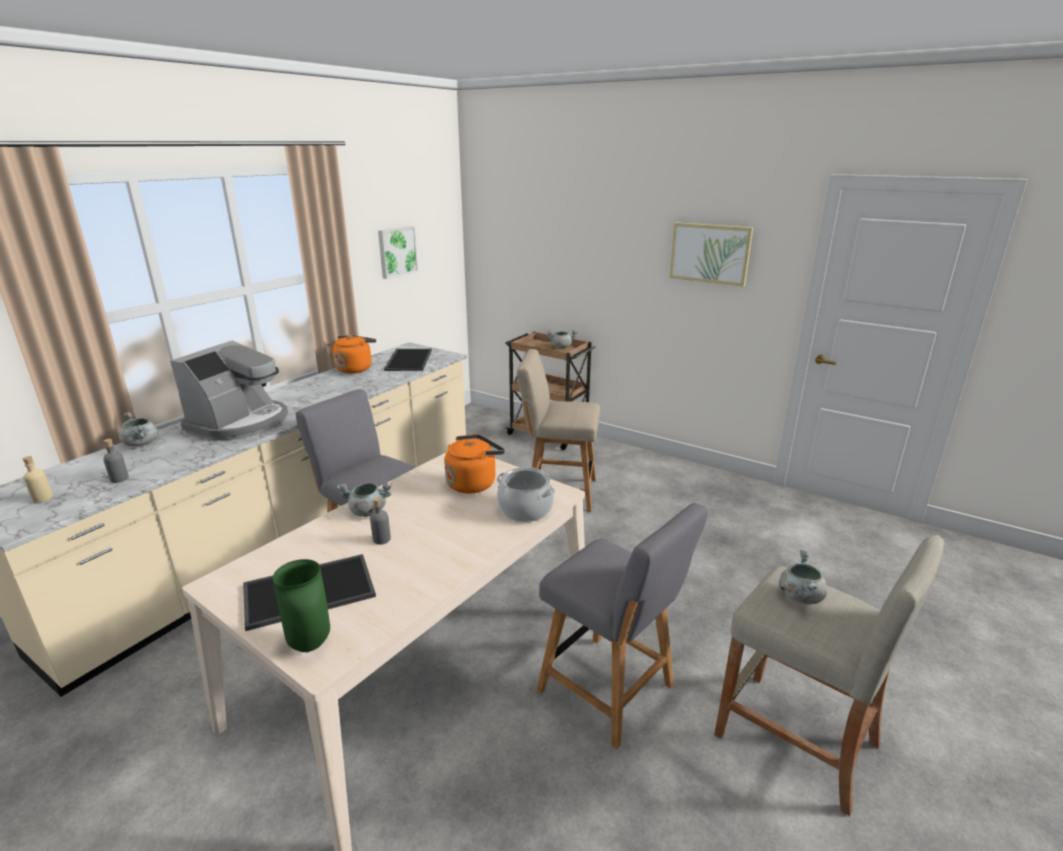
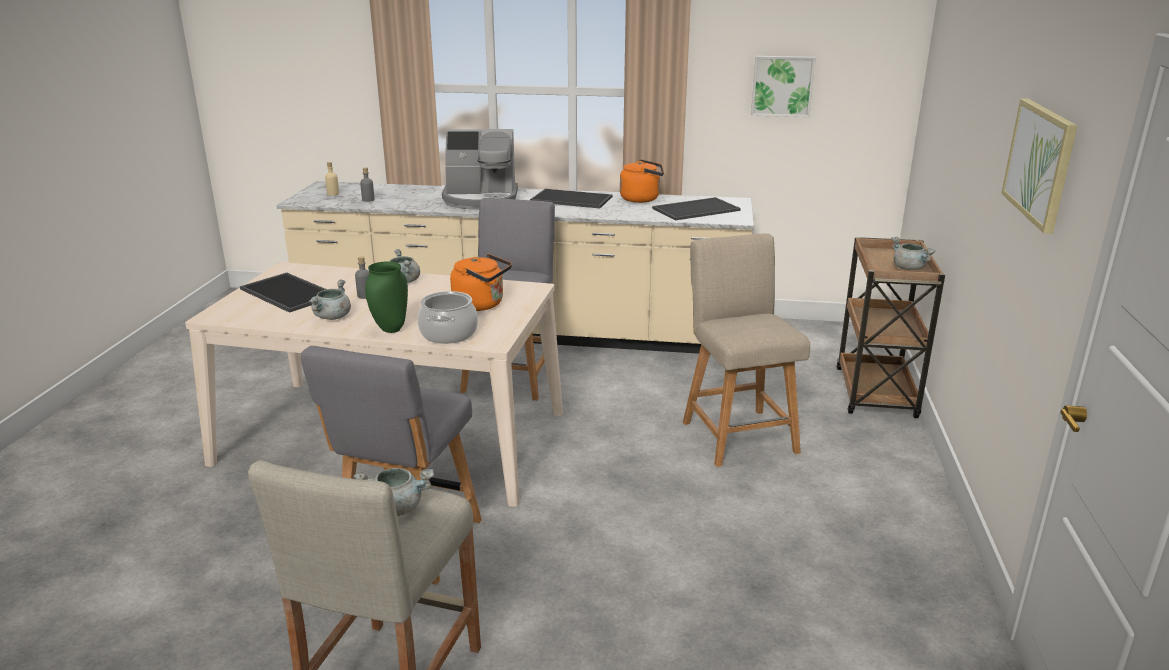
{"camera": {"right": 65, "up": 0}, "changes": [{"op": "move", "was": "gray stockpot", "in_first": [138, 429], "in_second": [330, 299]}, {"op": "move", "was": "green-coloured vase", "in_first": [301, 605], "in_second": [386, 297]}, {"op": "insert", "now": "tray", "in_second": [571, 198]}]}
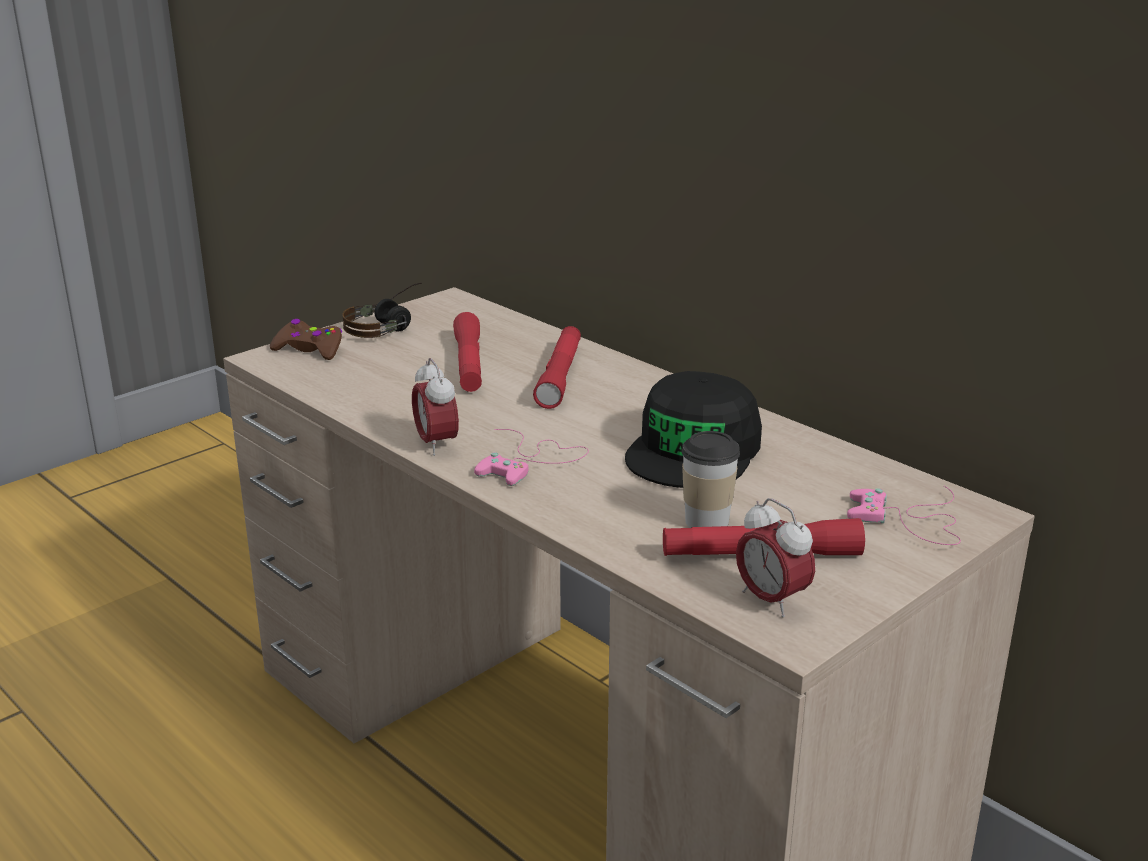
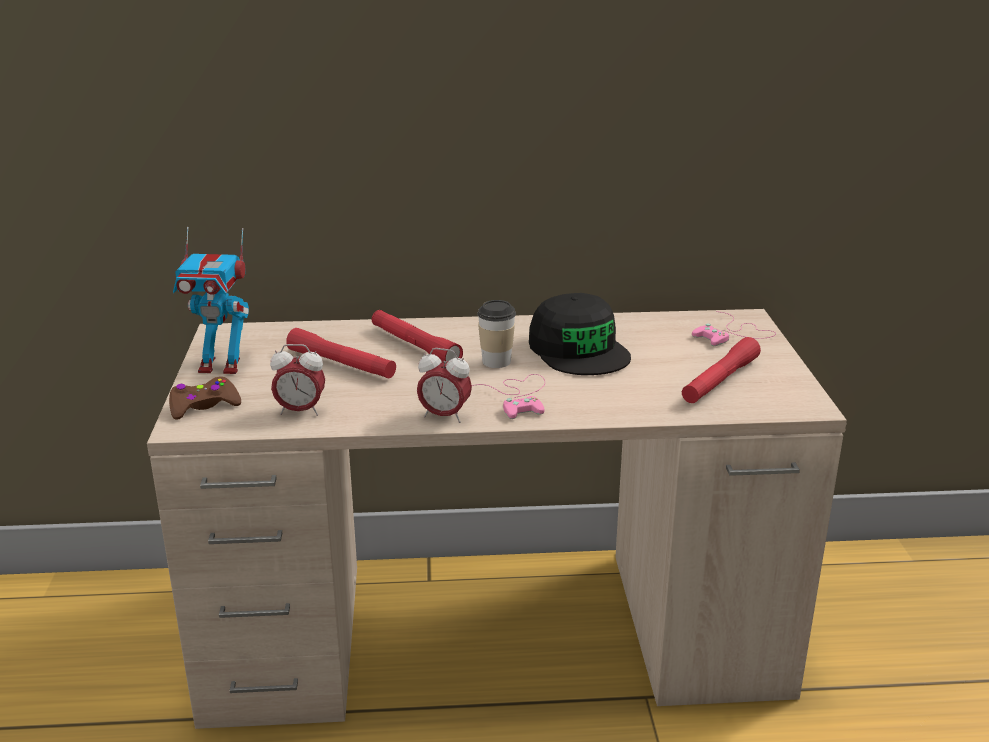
{"camera": {"right": -50, "up": 0}, "changes": [{"op": "replace", "was": "headphones", "now": "robot figure", "in_first": [381, 310], "in_second": [211, 300]}, {"op": "move", "was": "drinking cup", "in_first": [711, 479], "in_second": [496, 334]}, {"op": "move", "was": "alarm clock", "in_first": [775, 558], "in_second": [297, 380]}]}
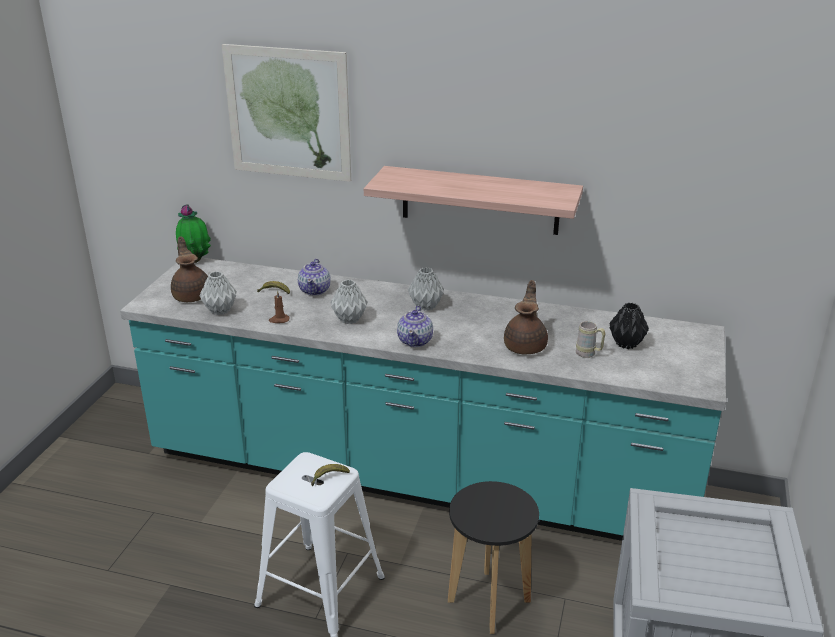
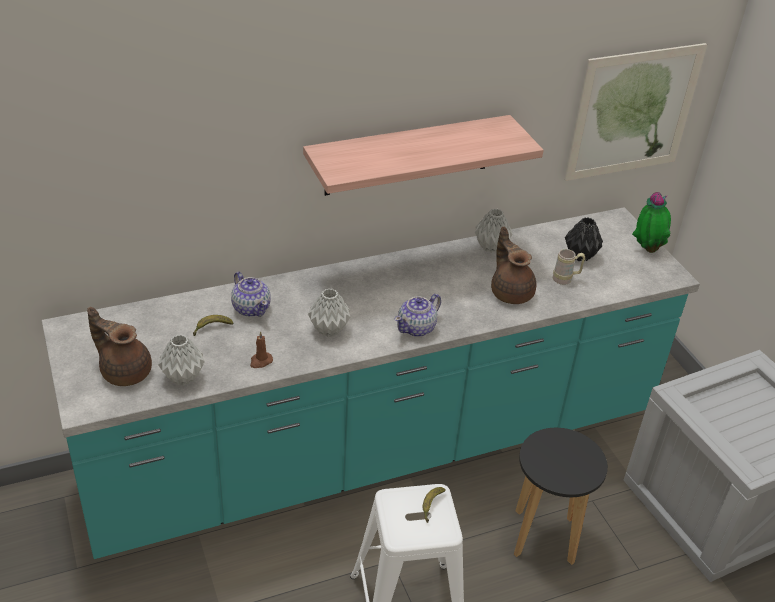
{"camera": {"right": -40, "up": 10}, "changes": [{"op": "move", "was": "houseplant", "in_first": [193, 233], "in_second": [651, 222]}, {"op": "move", "was": "wall picture", "in_first": [286, 113], "in_second": [635, 112]}, {"op": "rotate", "was": "teapot", "in_first": [415, 326], "in_second": [418, 315], "clockwise": 75}, {"op": "move", "was": "gray vase", "in_first": [426, 289], "in_second": [494, 231]}]}
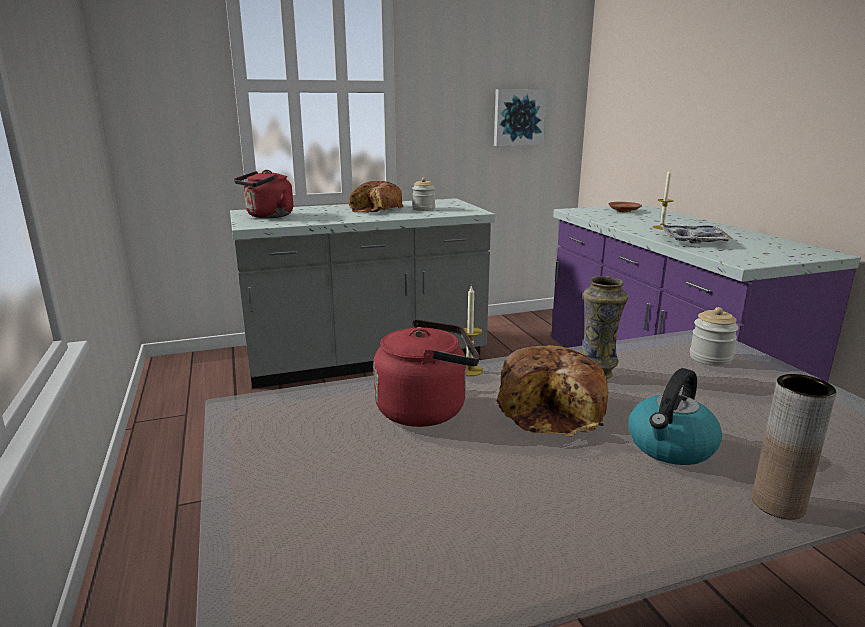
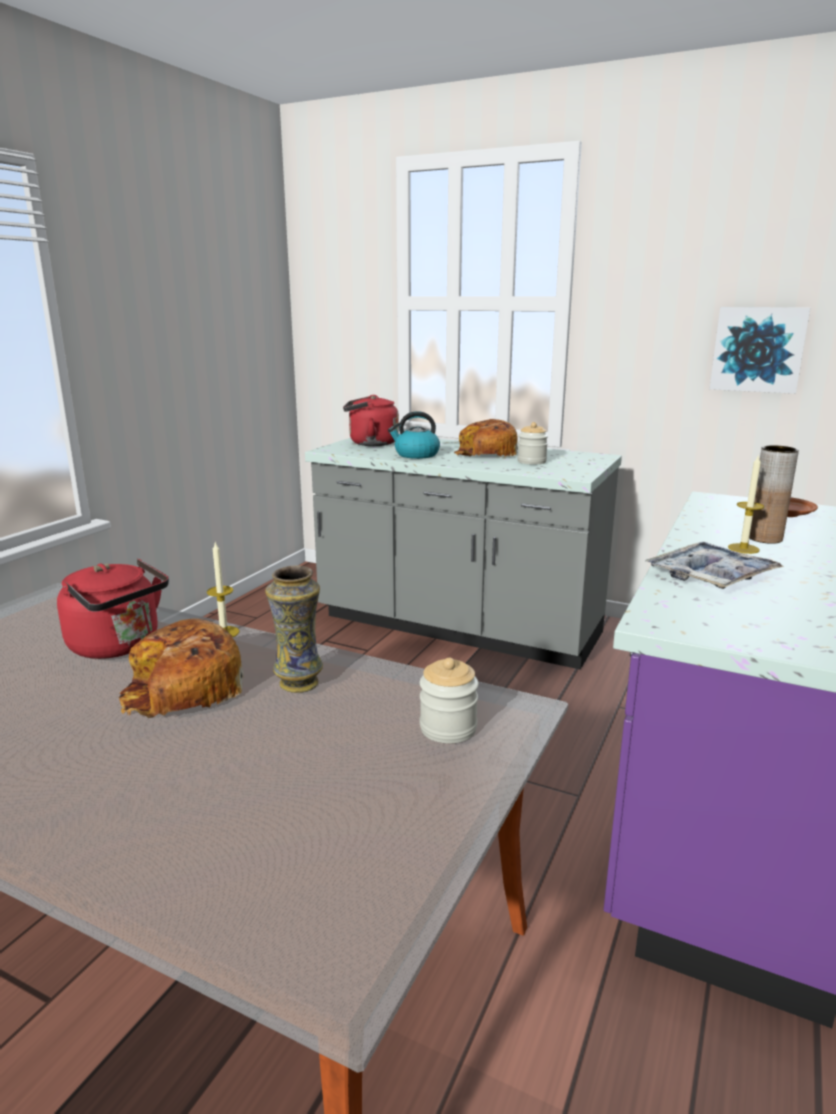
{"camera": {"right": 45, "up": 0}, "changes": [{"op": "move", "was": "tea kettle", "in_first": [675, 416], "in_second": [414, 435]}, {"op": "move", "was": "brown-coloured vase", "in_first": [794, 447], "in_second": [774, 494]}]}
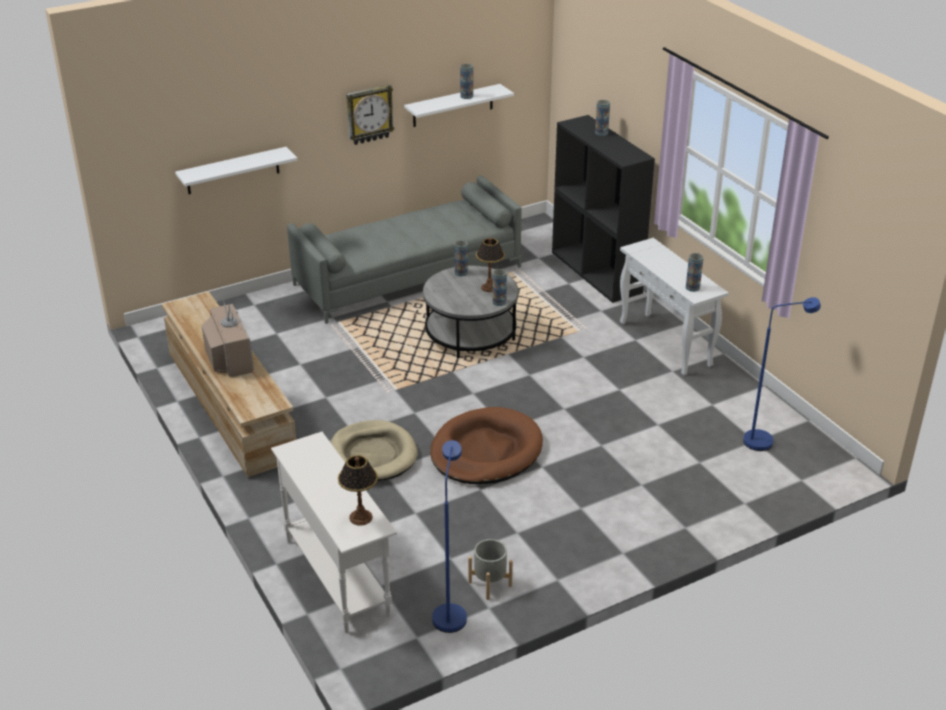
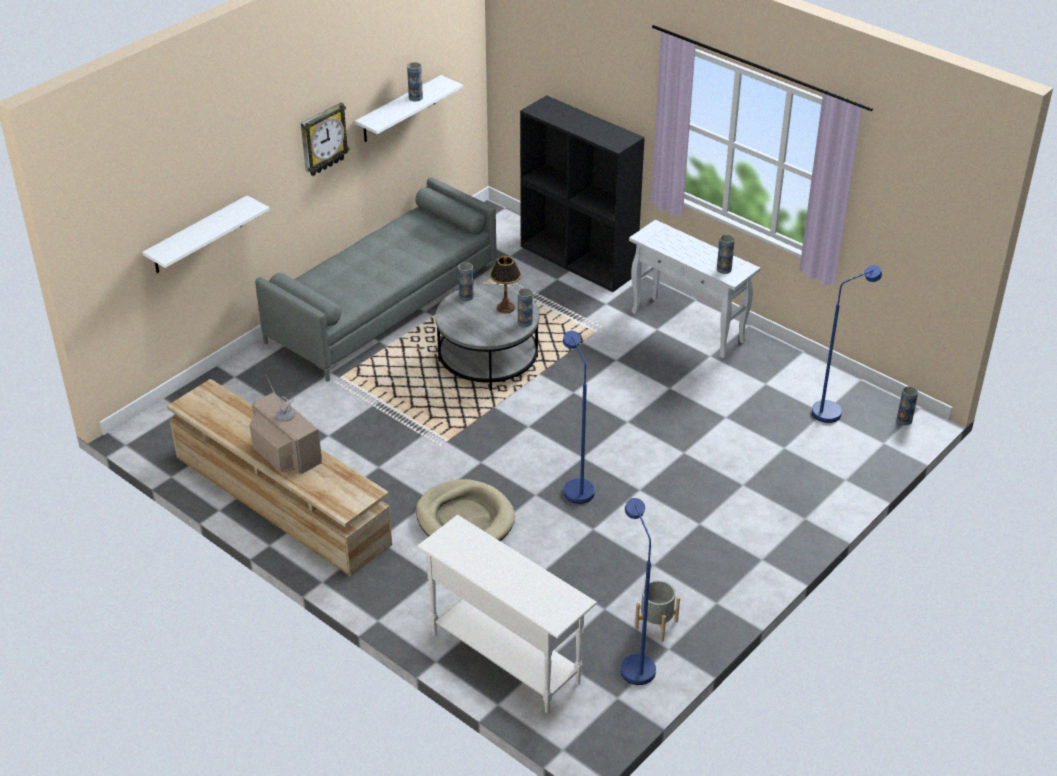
{"camera": {"right": -20, "up": 5}, "changes": [{"op": "delete", "was": "table lamp", "in_first": [358, 490]}, {"op": "replace", "was": "brown-coloured pet bed", "now": "blue-coloured standard lamp", "in_first": [486, 445], "in_second": [579, 417]}, {"op": "move", "was": "vase", "in_first": [602, 118], "in_second": [907, 405]}]}
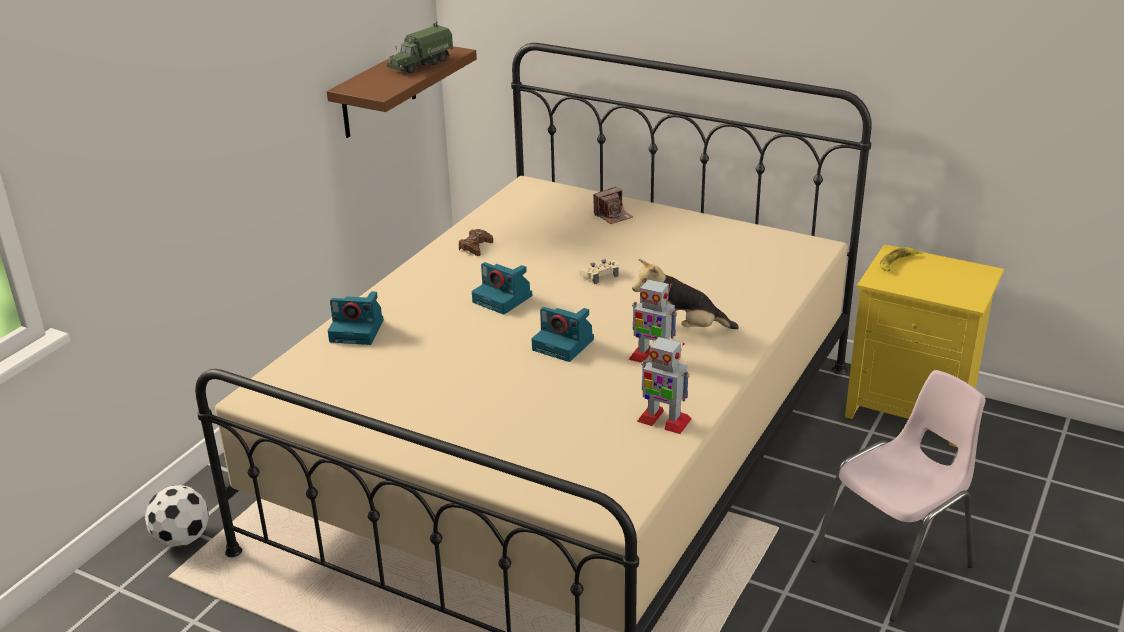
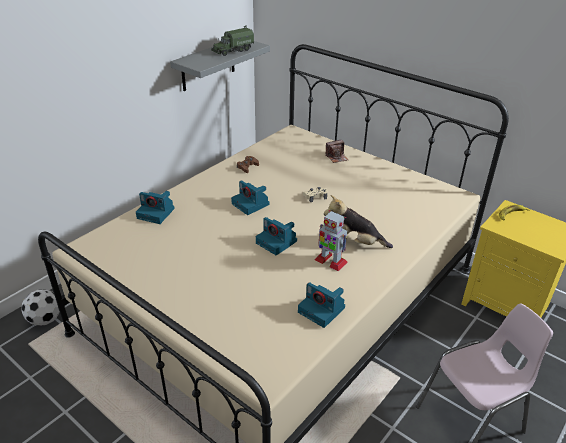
{"camera": {"right": 10, "up": 5}, "changes": [{"op": "recolor", "was": "brown-coloured bracket shelf", "now": "gray bracket shelf", "in_first": [402, 92], "in_second": [220, 66]}, {"op": "replace", "was": "robot figure", "now": "still camera", "in_first": [664, 384], "in_second": [321, 305]}]}
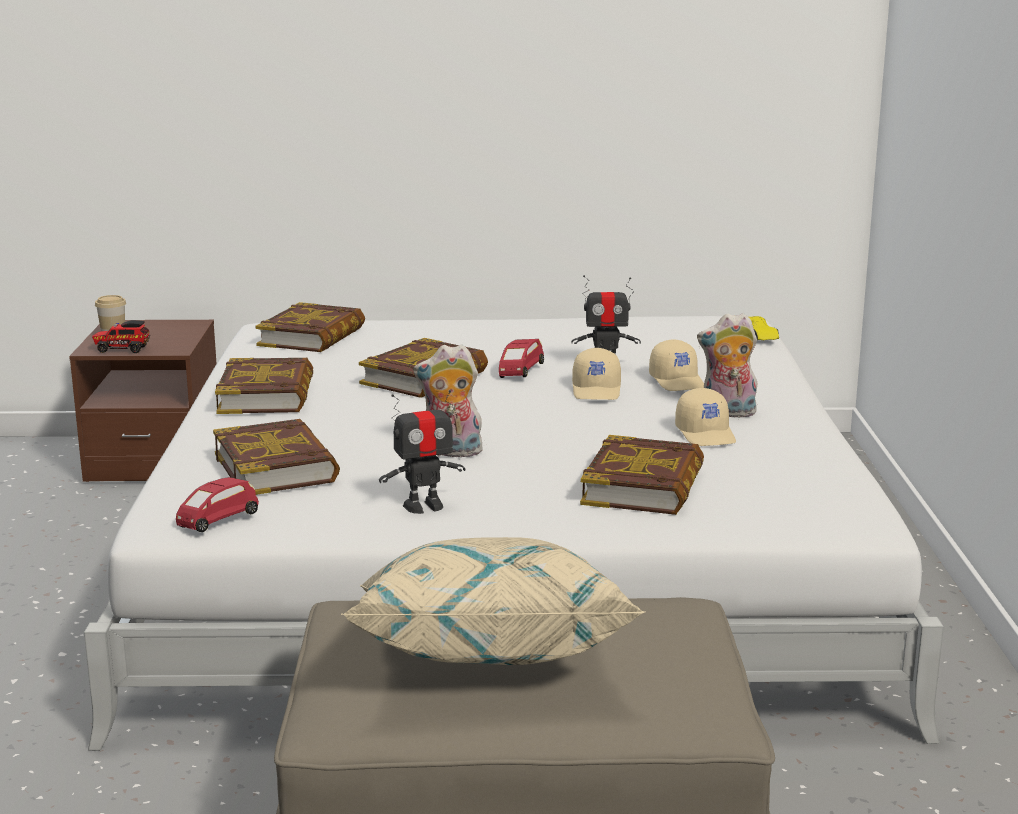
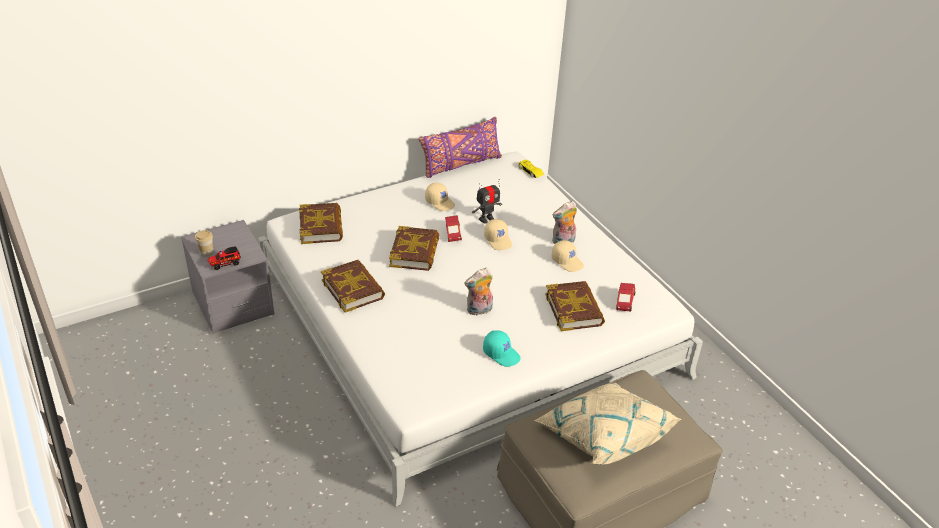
{"camera": {"right": -30, "up": 20}, "changes": [{"op": "recolor", "was": "brown-coloured bedside table", "now": "gray bedside table", "in_first": [143, 401], "in_second": [227, 277]}, {"op": "move", "was": "red-coloured model car", "in_first": [217, 504], "in_second": [625, 297]}, {"op": "delete", "was": "bound book", "in_first": [276, 457]}, {"op": "replace", "was": "robot figure", "now": "turquoise baseball cap", "in_first": [422, 452], "in_second": [502, 348]}, {"op": "move", "was": "beige baseball cap", "in_first": [676, 365], "in_second": [440, 197]}, {"op": "insert", "now": "purple-coloured throw pillow", "in_second": [460, 147]}]}
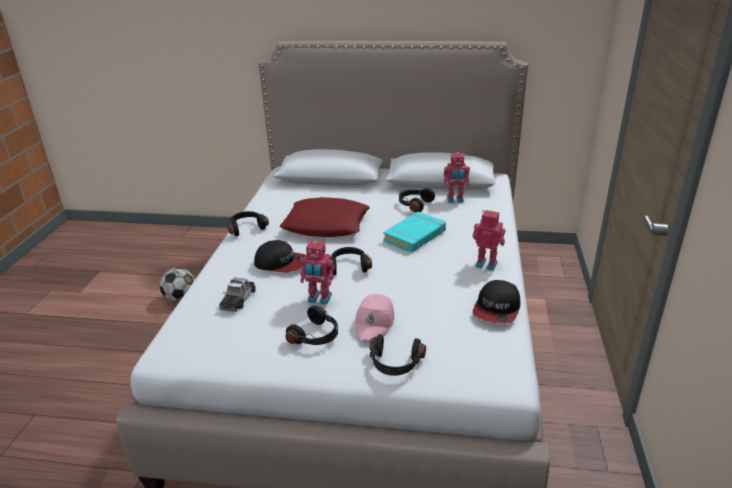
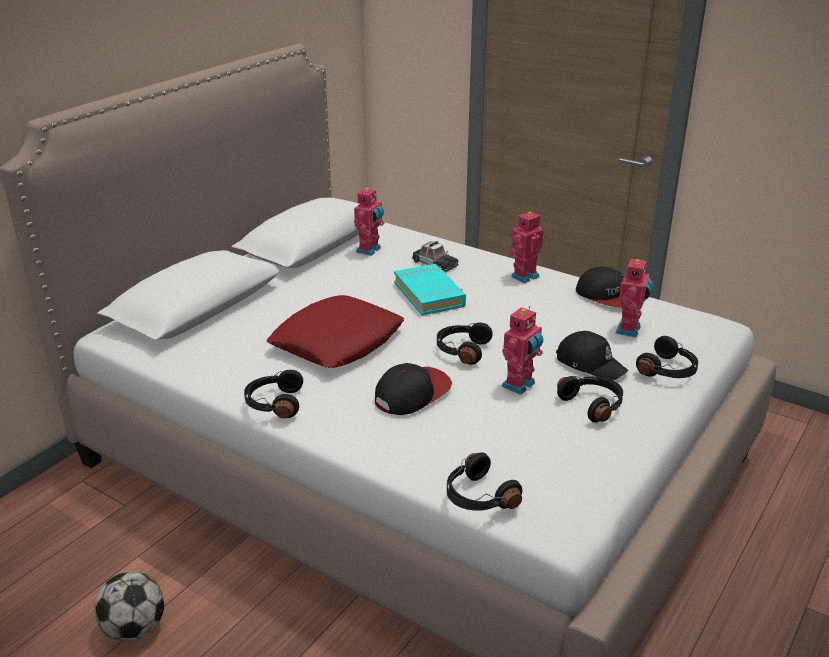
{"camera": {"right": -65, "up": 0}, "changes": [{"op": "move", "was": "model car", "in_first": [237, 295], "in_second": [435, 256]}, {"op": "recolor", "was": "pink baseball cap", "now": "black baseball cap", "in_first": [374, 317], "in_second": [592, 356]}, {"op": "move", "was": "black headphones", "in_first": [417, 200], "in_second": [484, 481]}, {"op": "insert", "now": "robot figure", "in_second": [634, 296]}]}
